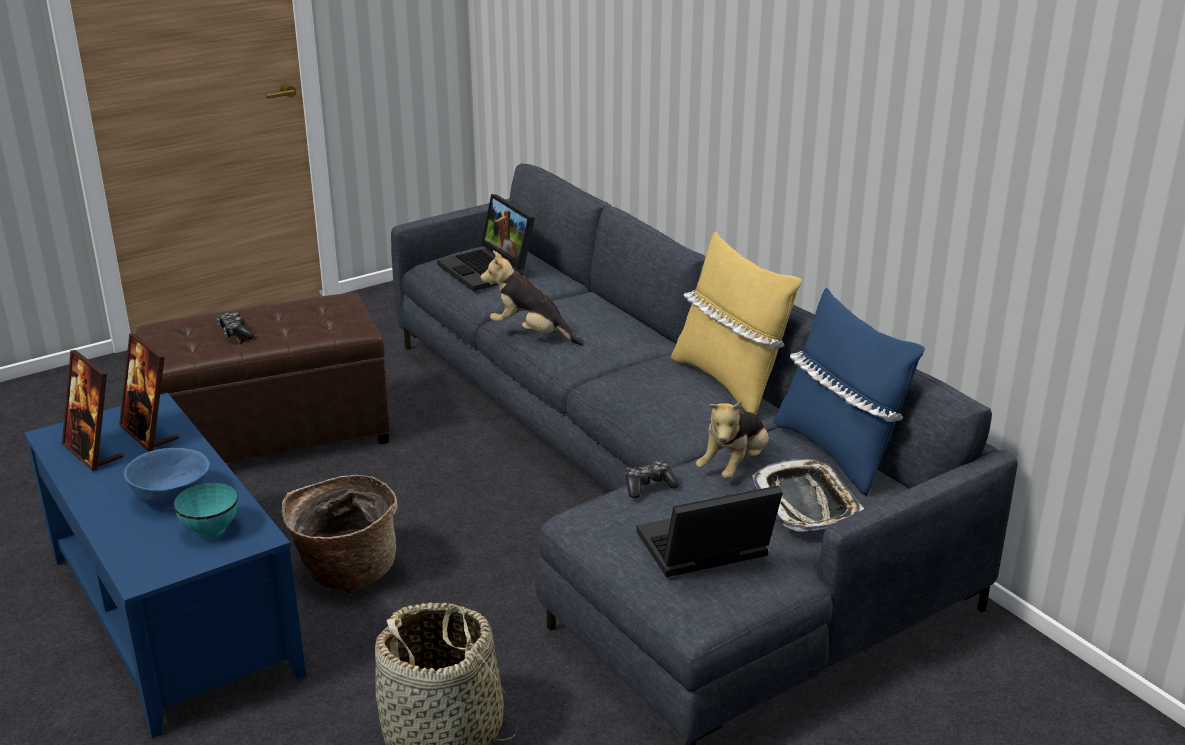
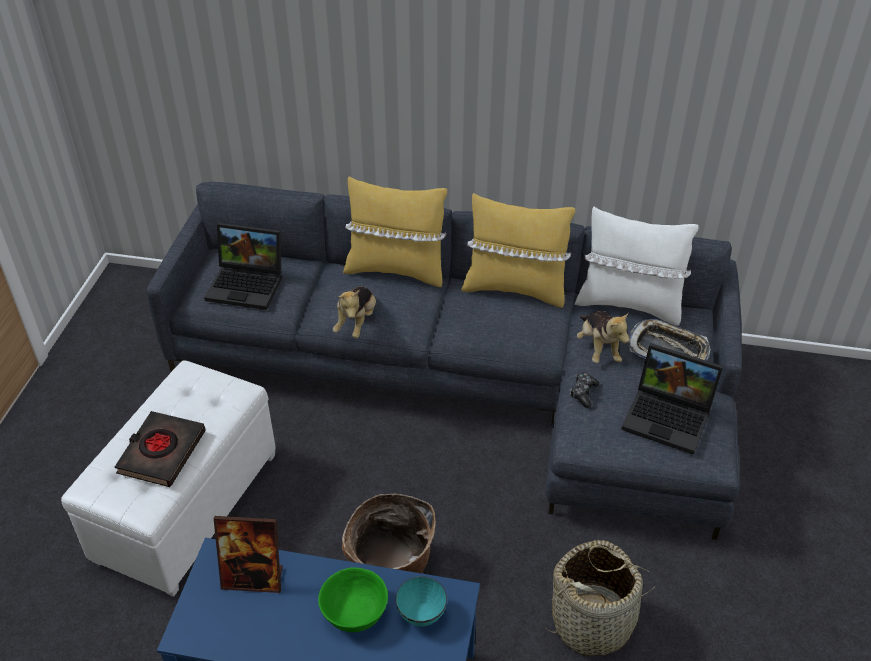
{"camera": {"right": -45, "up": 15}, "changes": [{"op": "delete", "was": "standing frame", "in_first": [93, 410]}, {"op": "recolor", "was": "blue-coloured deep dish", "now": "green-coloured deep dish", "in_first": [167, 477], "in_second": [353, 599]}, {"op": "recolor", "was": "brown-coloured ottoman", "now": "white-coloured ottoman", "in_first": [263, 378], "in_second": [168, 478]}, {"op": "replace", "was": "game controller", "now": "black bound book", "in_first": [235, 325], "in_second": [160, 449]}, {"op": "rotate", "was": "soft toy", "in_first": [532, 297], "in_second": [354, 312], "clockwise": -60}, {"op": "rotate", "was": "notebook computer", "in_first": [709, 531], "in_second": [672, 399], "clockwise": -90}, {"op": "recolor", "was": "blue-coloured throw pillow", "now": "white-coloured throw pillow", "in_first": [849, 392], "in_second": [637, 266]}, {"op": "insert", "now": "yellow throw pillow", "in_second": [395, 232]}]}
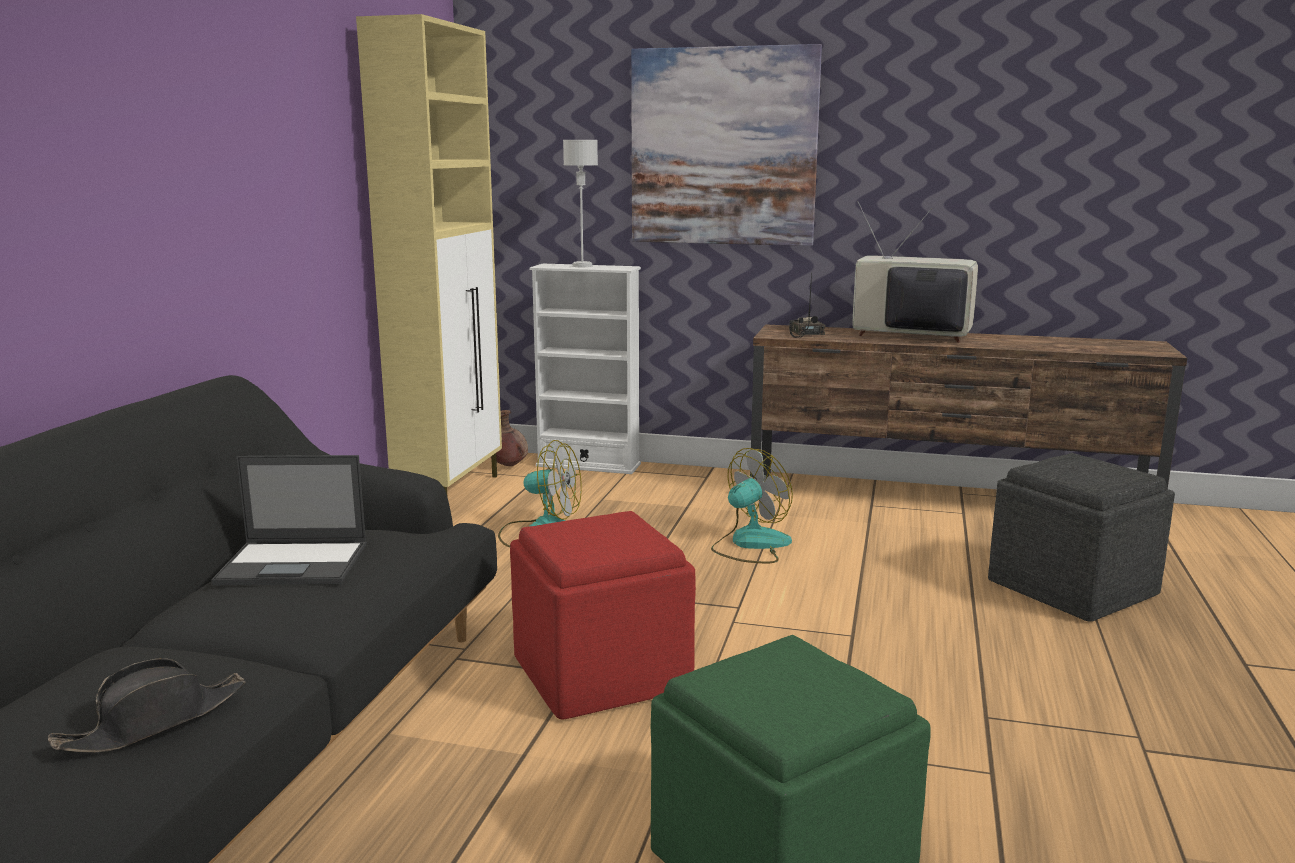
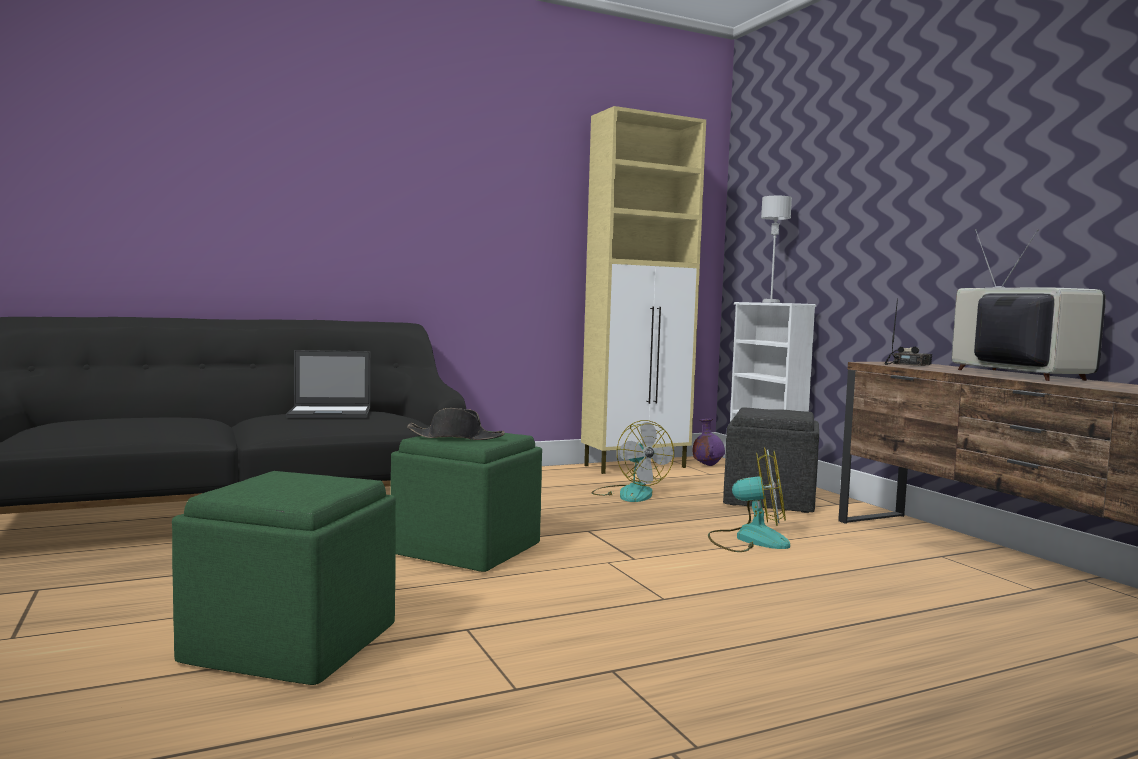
{"camera": {"right": 50, "up": -10}, "changes": [{"op": "move", "was": "black wearable hat", "in_first": [147, 705], "in_second": [456, 424]}, {"op": "rotate", "was": "notebook computer", "in_first": [289, 520], "in_second": [328, 384], "clockwise": -60}, {"op": "recolor", "was": "brown-coloured vase", "now": "purple-coloured vase", "in_first": [512, 438], "in_second": [709, 442]}, {"op": "recolor", "was": "red-coloured ottoman", "now": "green-coloured ottoman", "in_first": [603, 615], "in_second": [466, 501]}, {"op": "delete", "was": "wall picture", "in_first": [726, 145]}, {"op": "move", "was": "gray ottoman", "in_first": [1081, 537], "in_second": [771, 460]}]}
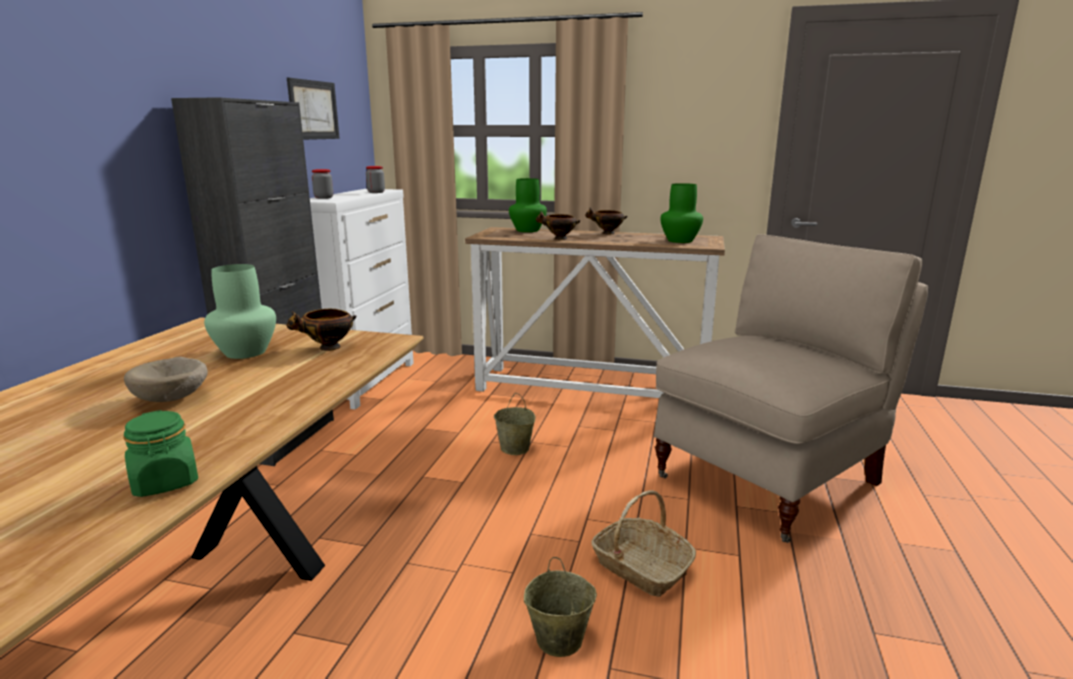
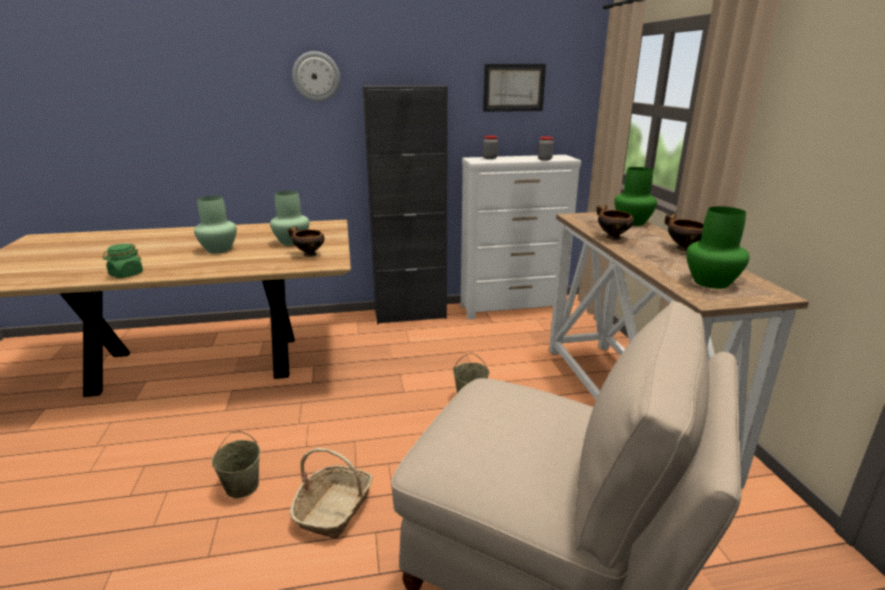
{"camera": {"right": 65, "up": 5}, "changes": [{"op": "replace", "was": "beige deep dish", "now": "green-coloured vase", "in_first": [166, 379], "in_second": [215, 224]}, {"op": "insert", "now": "wall clock", "in_second": [316, 76]}]}
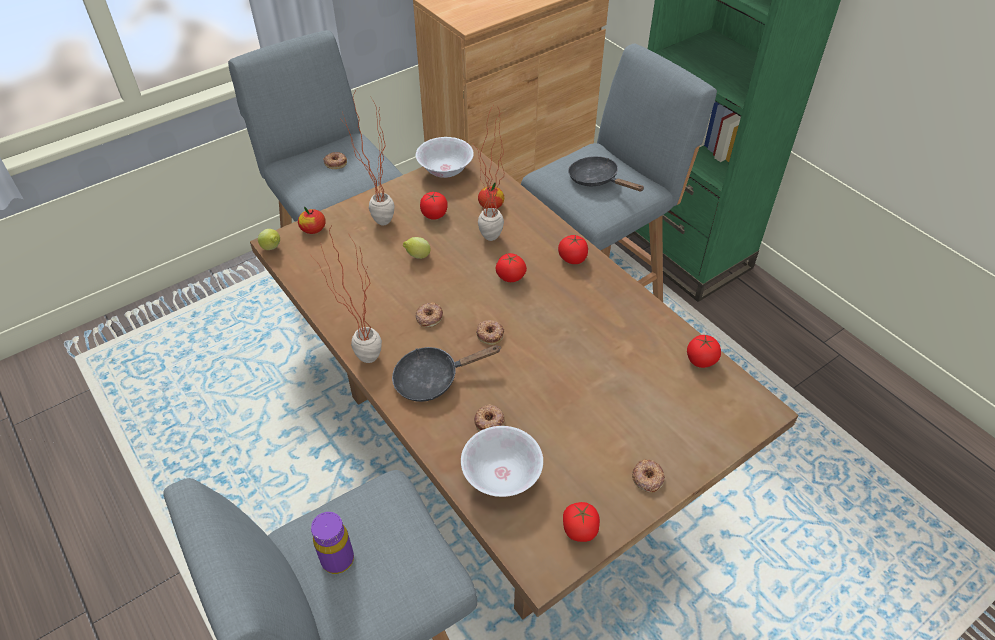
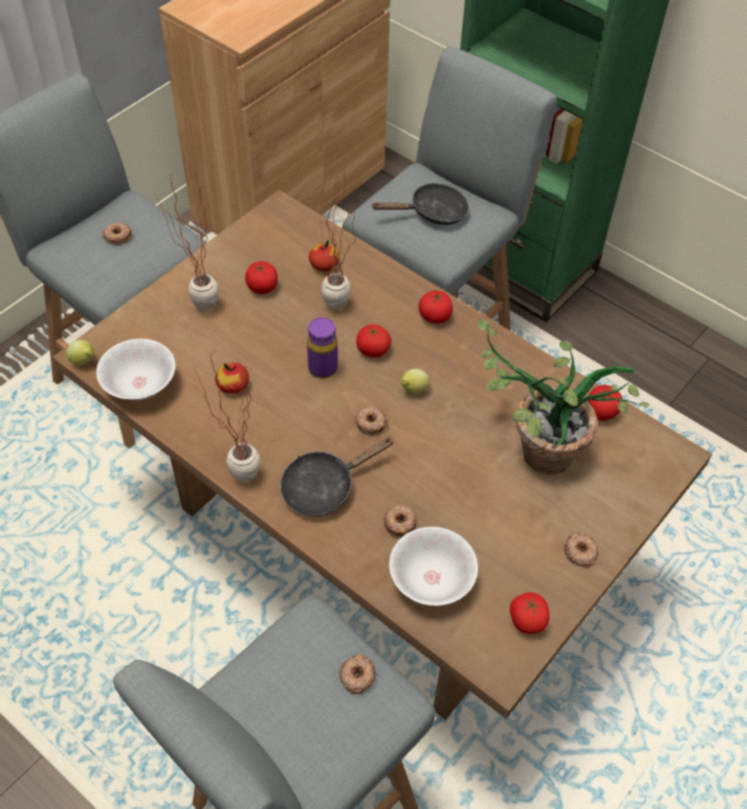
{"camera": {"right": -15, "up": 5}, "changes": [{"op": "move", "was": "apple fruit", "in_first": [312, 220], "in_second": [232, 378]}, {"op": "move", "was": "purple-coloured drink bottle", "in_first": [332, 543], "in_second": [322, 348]}, {"op": "move", "was": "whole lemon", "in_first": [417, 248], "in_second": [415, 381]}, {"op": "move", "was": "doughnut", "in_first": [429, 314], "in_second": [357, 674]}, {"op": "move", "was": "white-coloured deep dish", "in_first": [445, 157], "in_second": [136, 370]}, {"op": "rotate", "was": "black pan", "in_first": [606, 174], "in_second": [420, 204], "clockwise": 135}, {"op": "insert", "now": "houseplant", "in_second": [563, 397]}]}
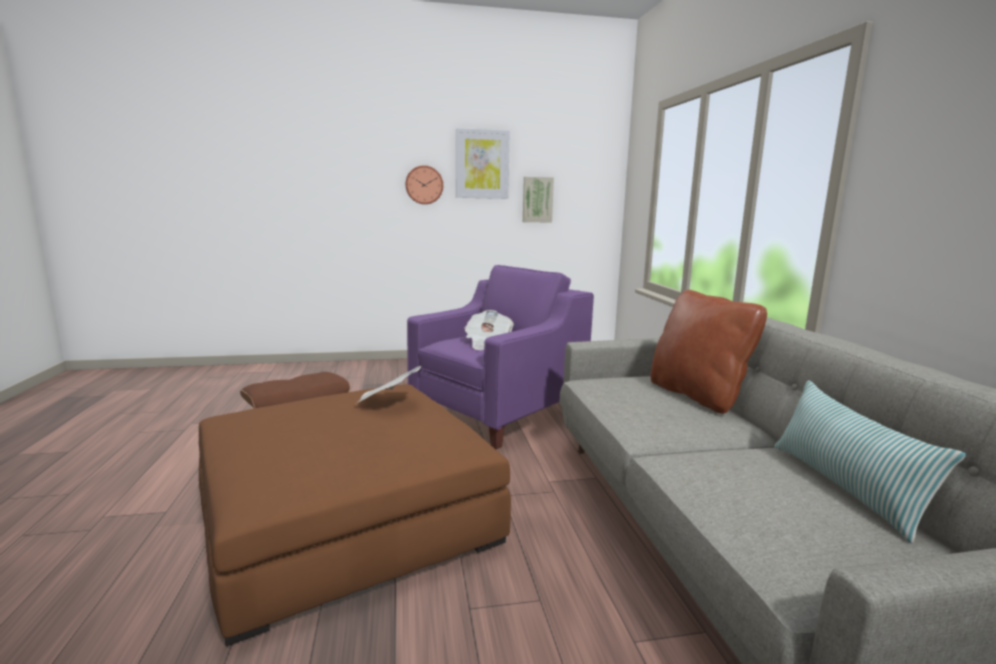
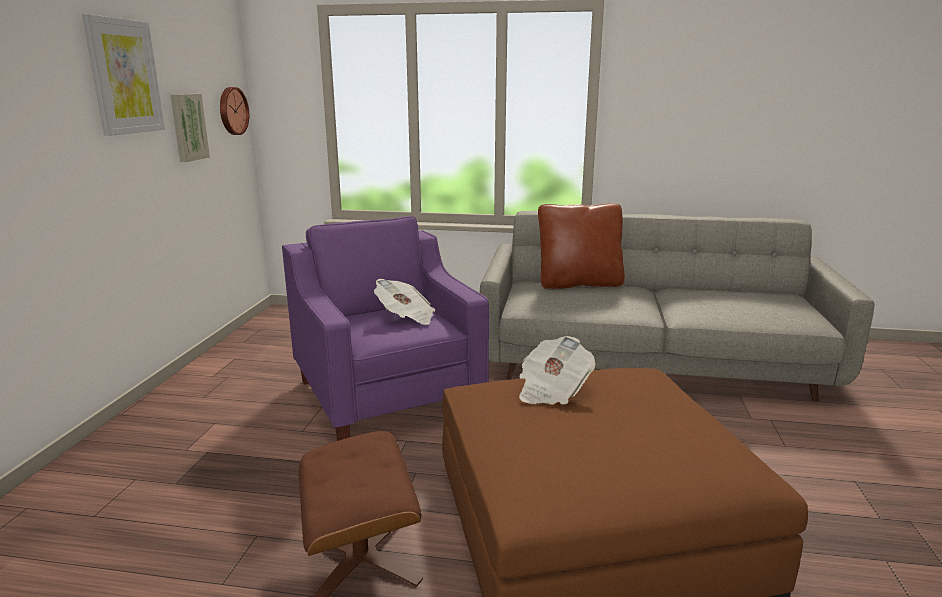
{"camera": {"right": -70, "up": 5}, "changes": [{"op": "move", "was": "wall clock", "in_first": [424, 184], "in_second": [234, 111]}, {"op": "delete", "was": "throw pillow", "in_first": [870, 462]}]}
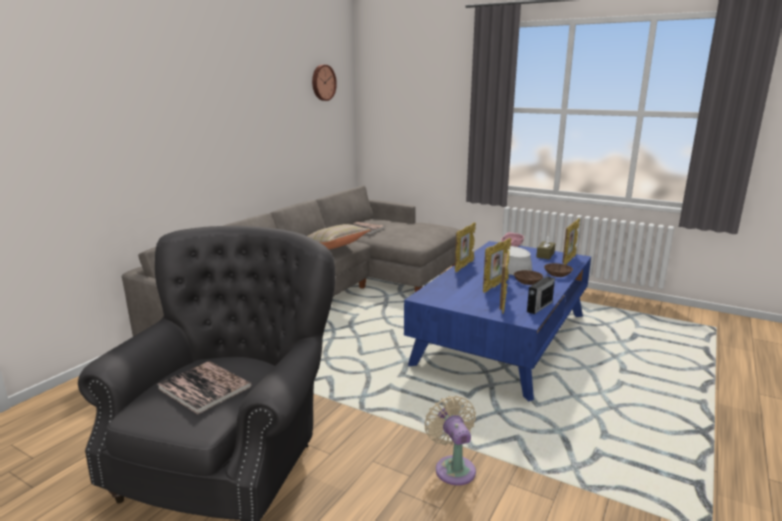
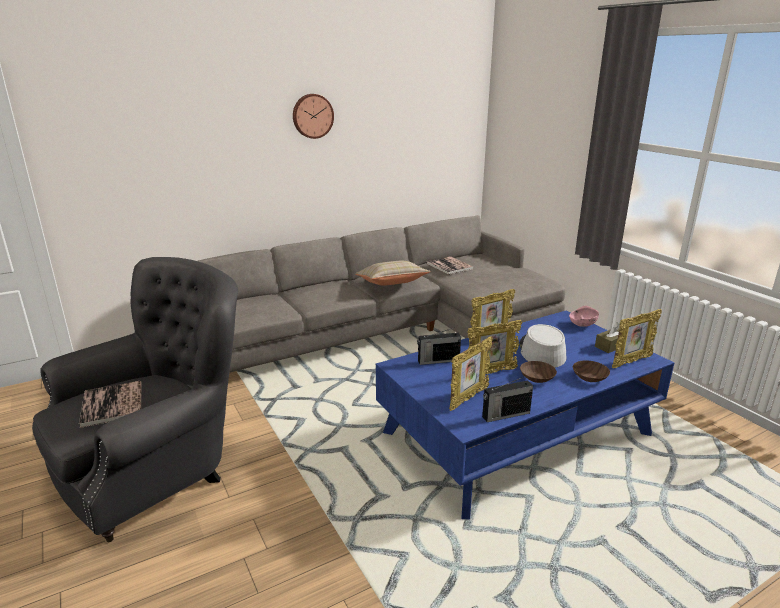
{"camera": {"right": 30, "up": 5}, "changes": [{"op": "move", "was": "wall clock", "in_first": [324, 83], "in_second": [313, 116]}, {"op": "delete", "was": "beige electric fan", "in_first": [450, 440]}, {"op": "insert", "now": "radio receiver", "in_second": [439, 346]}]}
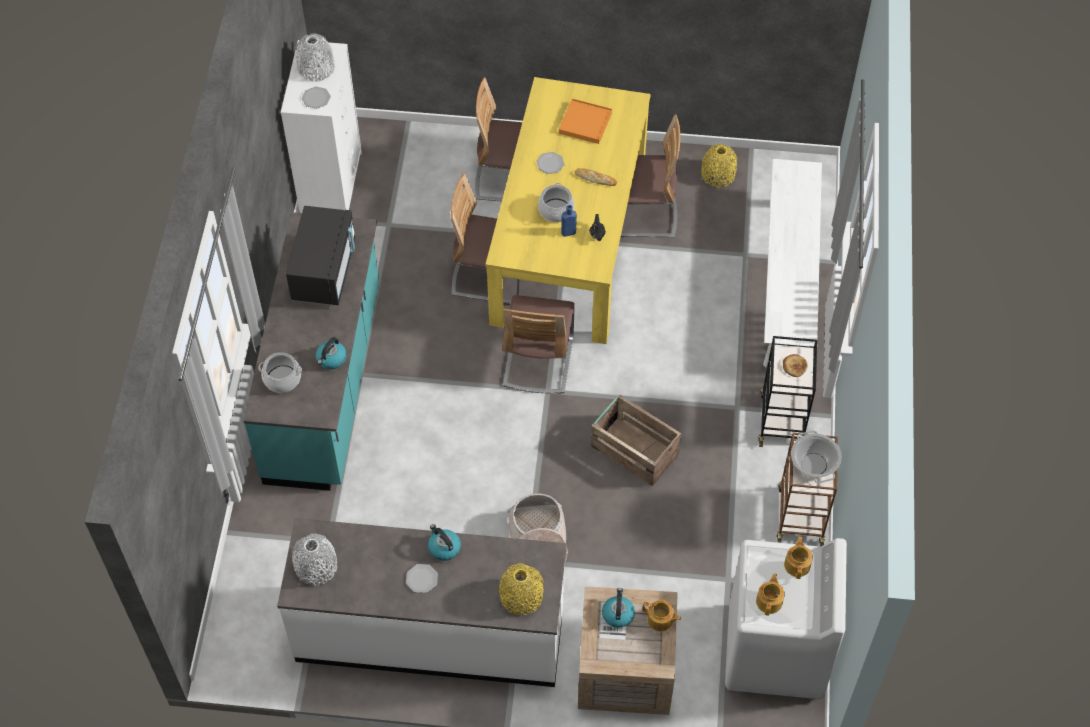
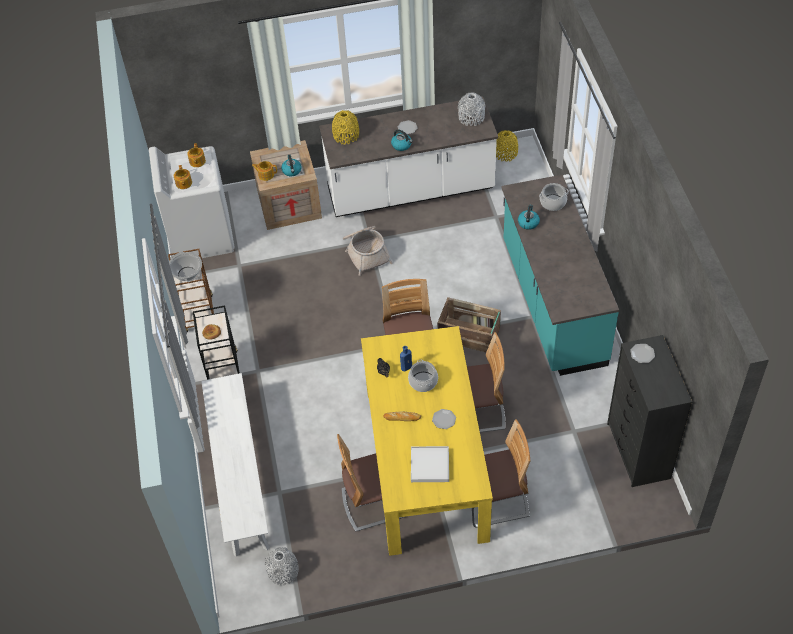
{"camera": {"right": 165, "up": -5}, "changes": [{"op": "recolor", "was": "white-coloured dresser", "now": "black dresser", "in_first": [321, 126], "in_second": [649, 411]}, {"op": "delete", "was": "black microwave oven", "in_first": [320, 255]}, {"op": "move", "was": "gray vase", "in_first": [315, 57], "in_second": [282, 566]}, {"op": "recolor", "was": "orange tray", "now": "white-coloured tray", "in_first": [585, 121], "in_second": [430, 464]}, {"op": "move", "was": "shipping crate", "in_first": [636, 440], "in_second": [469, 324]}, {"op": "move", "was": "yellow vase", "in_first": [719, 166], "in_second": [507, 146]}]}
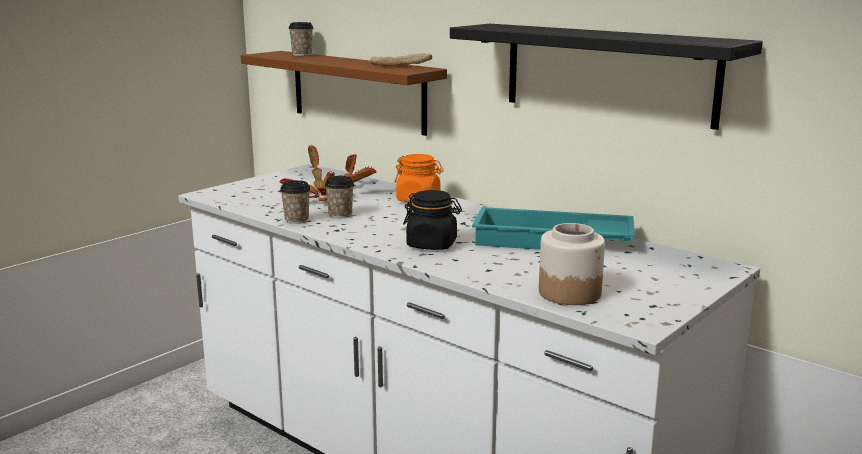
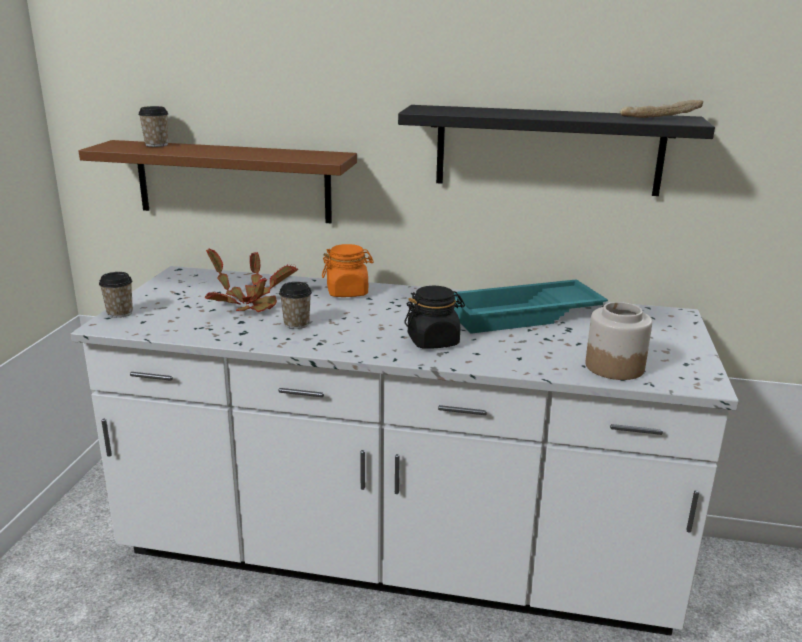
{"camera": {"right": -30, "up": 5}, "changes": [{"op": "move", "was": "drinking cup", "in_first": [295, 202], "in_second": [116, 295]}, {"op": "move", "was": "bread", "in_first": [400, 59], "in_second": [662, 109]}]}
